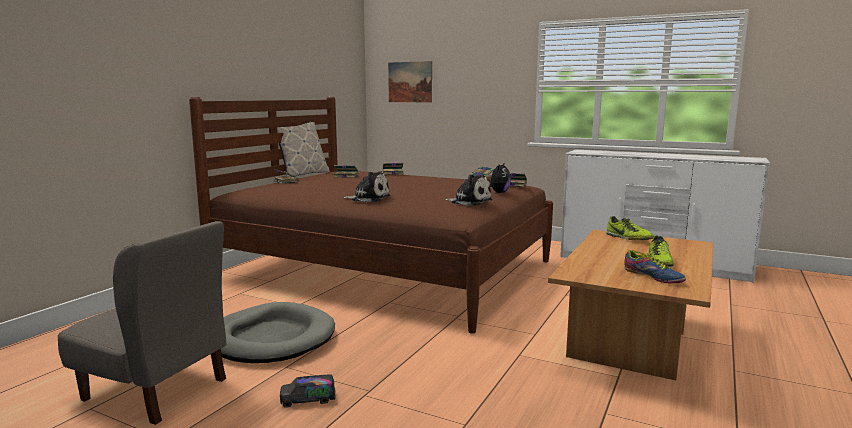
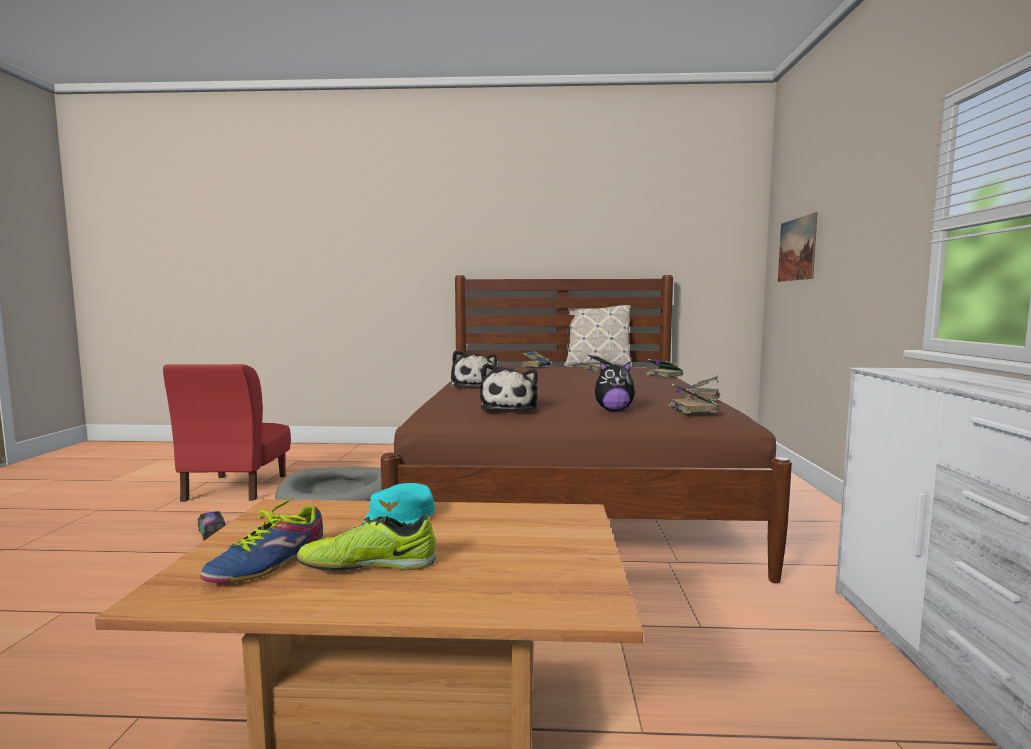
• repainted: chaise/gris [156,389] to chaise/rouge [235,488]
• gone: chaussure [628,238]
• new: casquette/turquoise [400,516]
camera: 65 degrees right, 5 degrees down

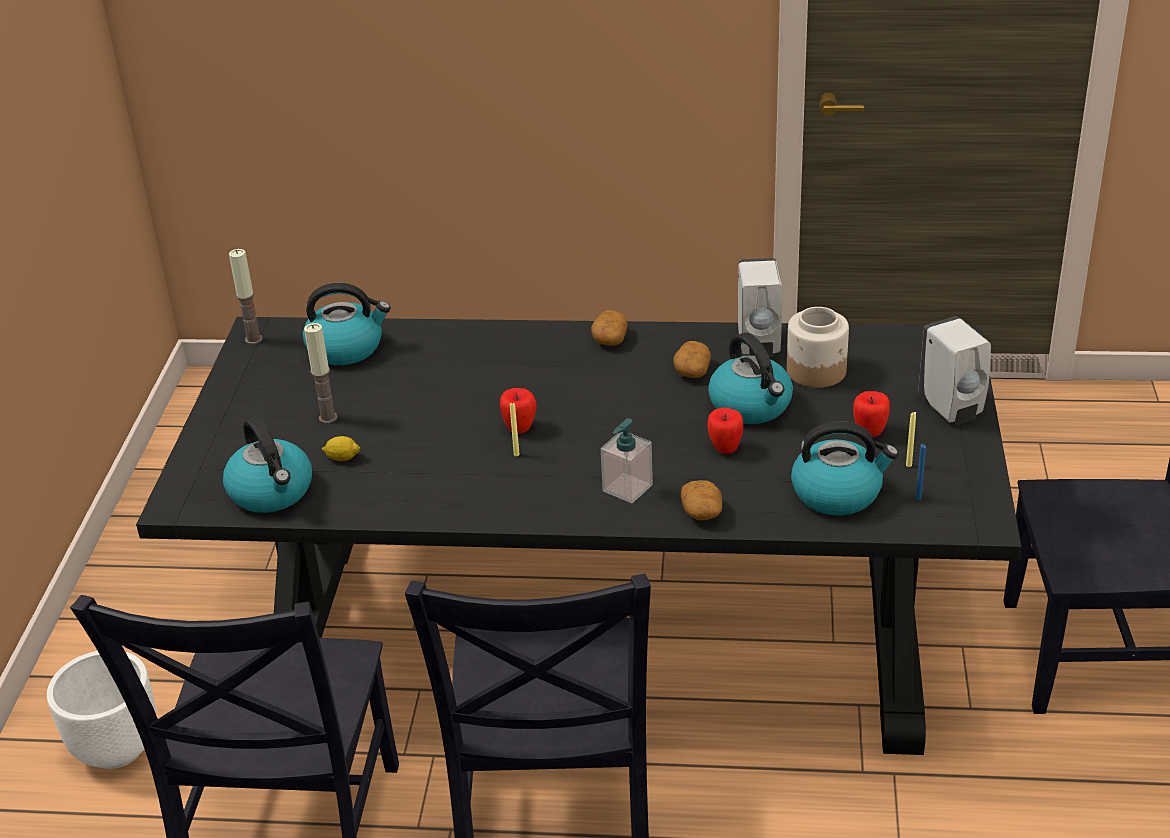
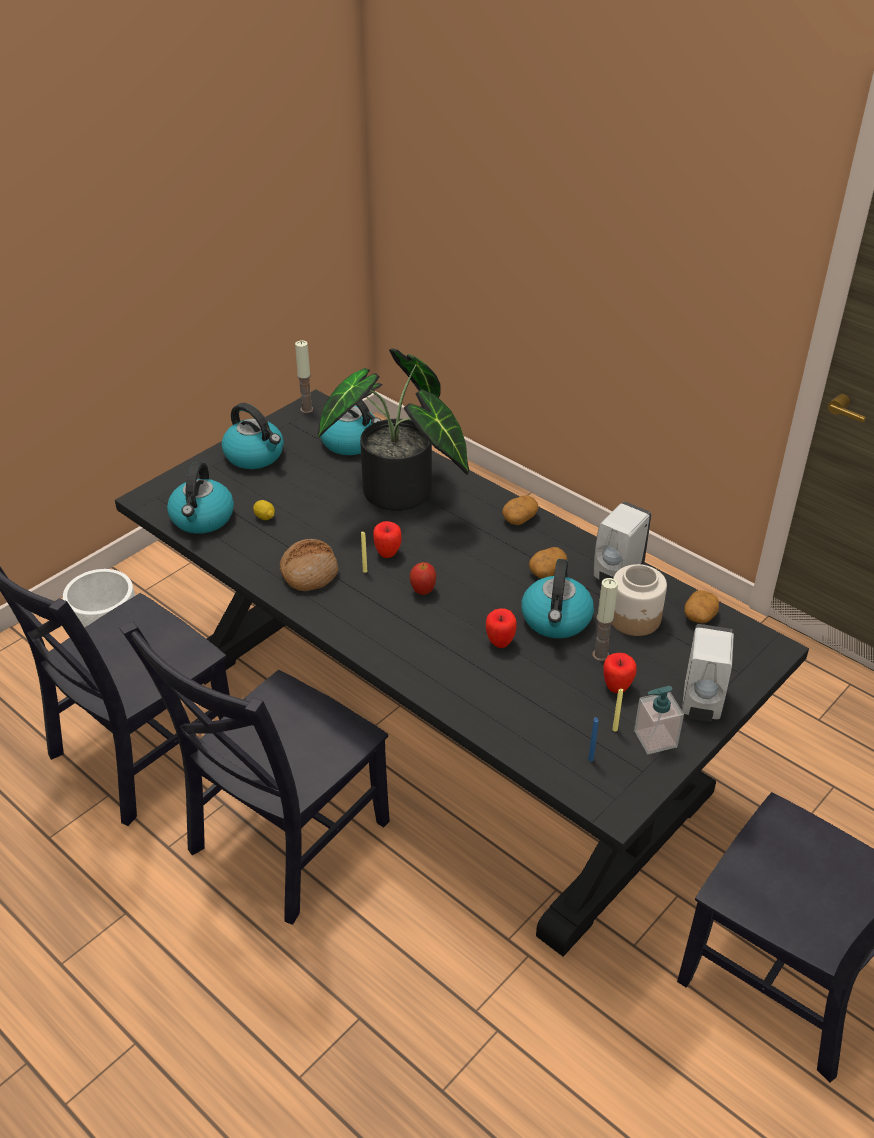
• shifted: bougie [328,418] to [600,655]
• shifted: distributeur de savon [627,488] to [655,739]
• shifted: pomme de terre [702,512] to [700,616]
• shifted: bouilloire [838,493] to [255,455]
• new: pain [309,572]
• new: plante en pot [399,497]
• new: pomme [423,591]
camera: 35 degrees right, 5 degrees up

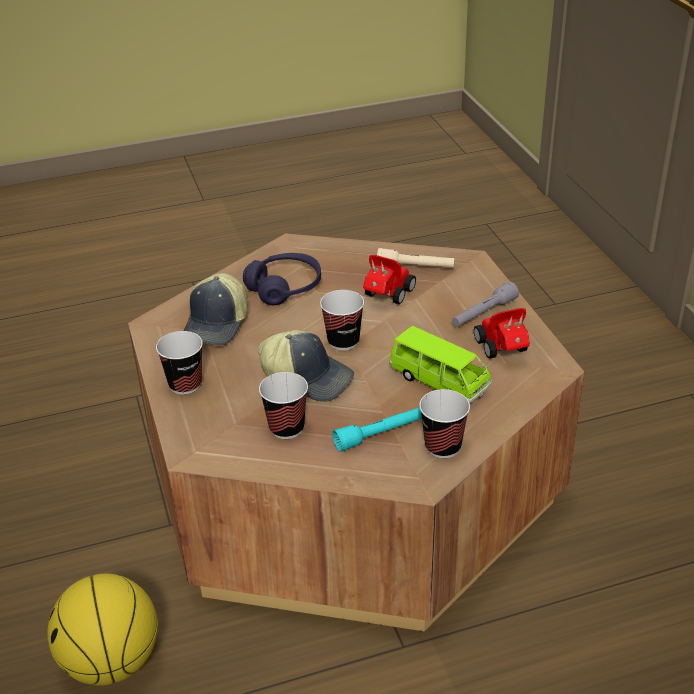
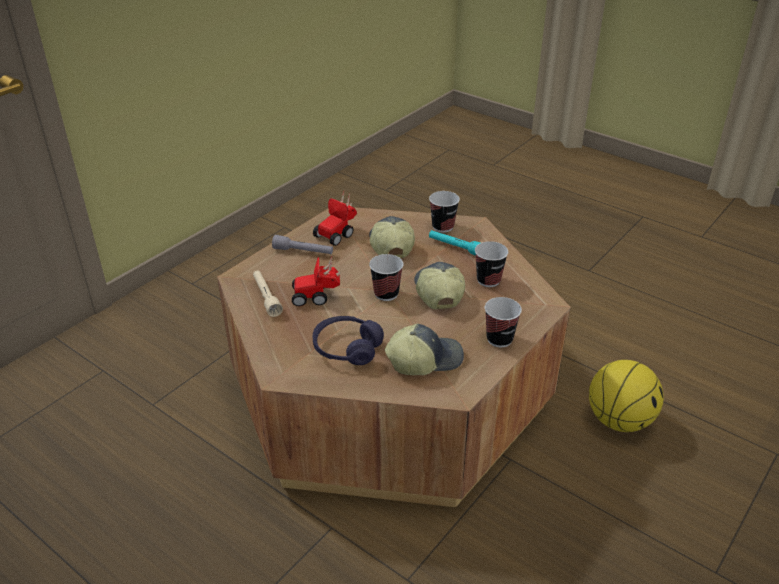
• swapped: petite voiture/vert [439,382] to casquette [390,245]
camera: 125 degrees left, 0 degrees up

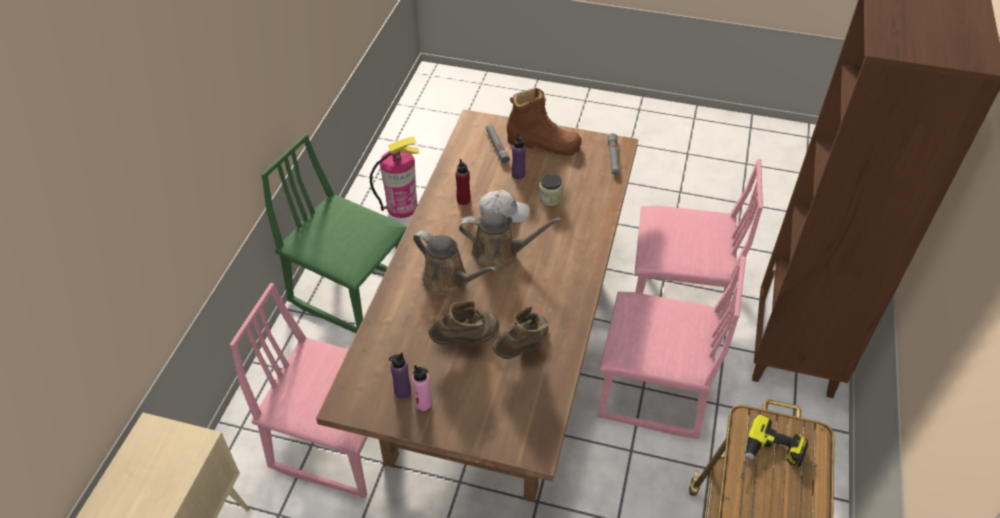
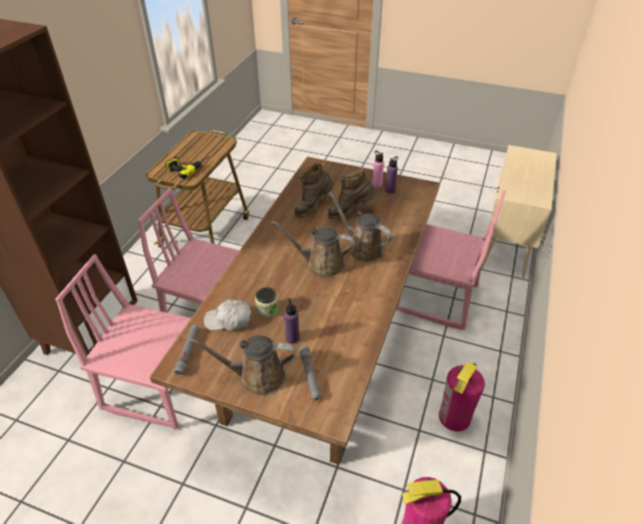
• swapped: chaise/vert [351,290] to extincteur [455,417]
• gone: bouteille/rouge [463,200]
• shifted: casquette/blanc [503,212] to [229,320]
• swapped: botte/marron [543,143] to arrosoir/marron [257,376]
camera: 175 degrees left, 5 degrees down

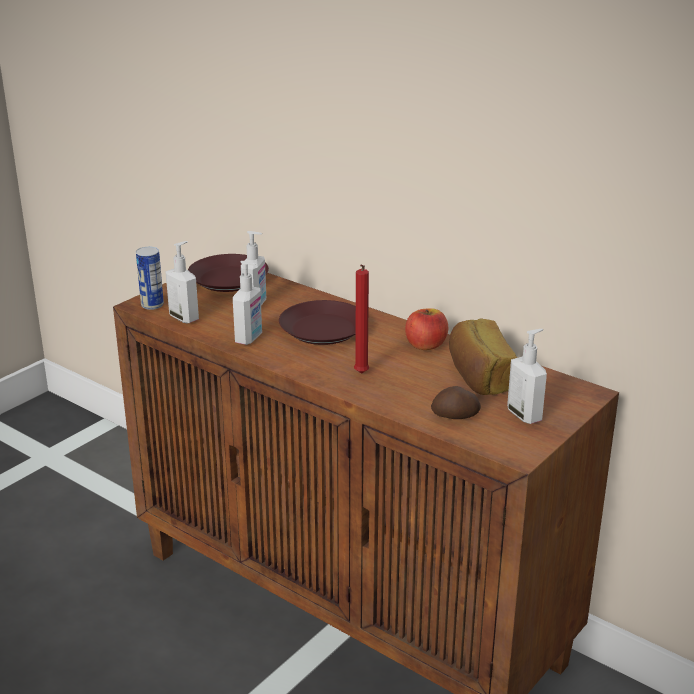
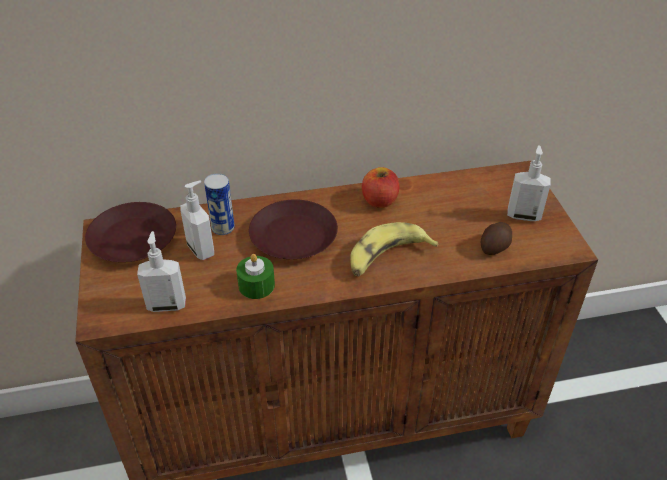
• shifted: boîte métallique [152,305] to [223,228]
• swapped: distributeur de savon [249,338] to bougie/vert [256,285]
• swapped: bougie/rouge [361,374] to banane [387,257]
• gone: pain [478,377]
camera: 50 degrees left, 15 degrees up

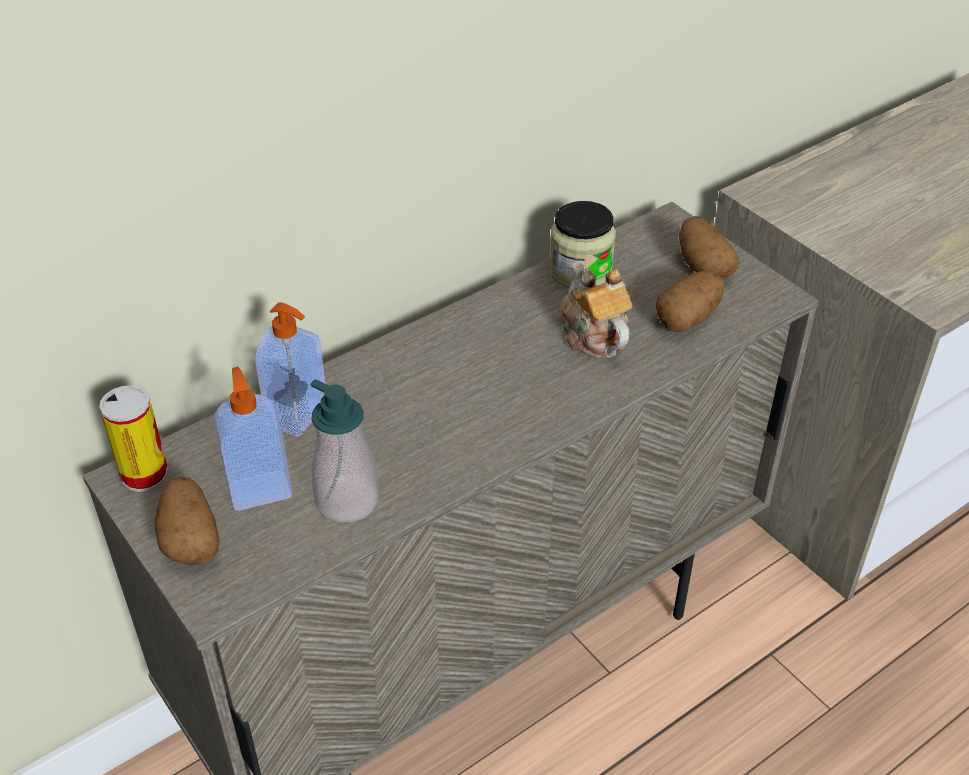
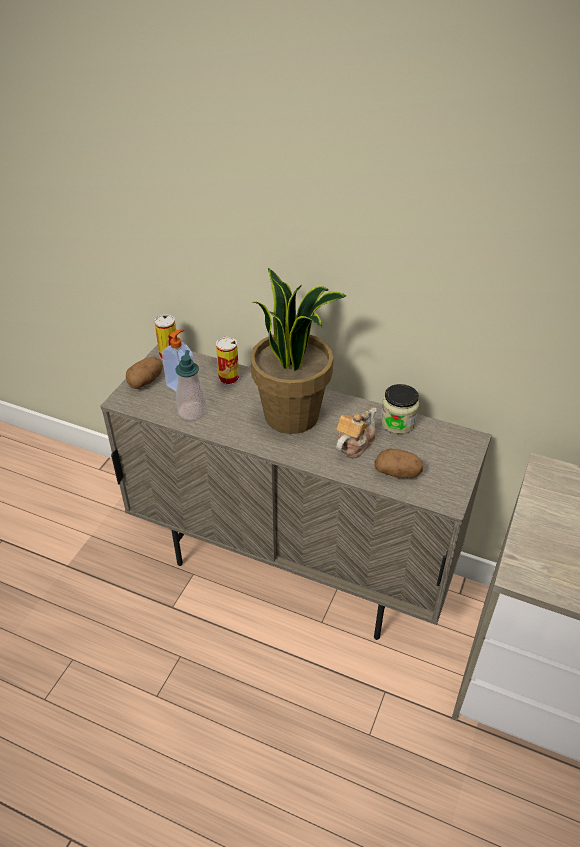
• swapped: distributeur de savon [299,416] to boîte métallique [229,378]
• gone: pomme de terre [702,266]
• new: plante en pot [293,415]
camera: 60 degrees right, 0 degrees up

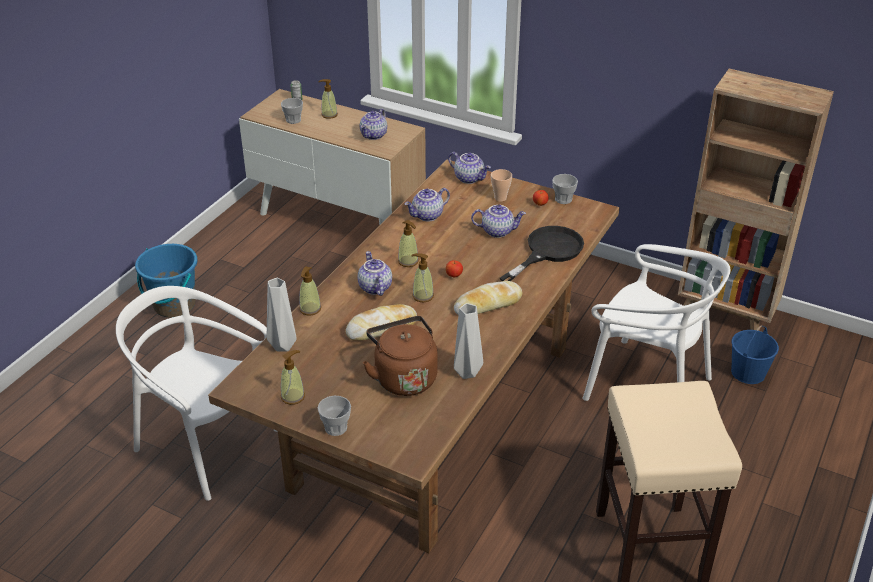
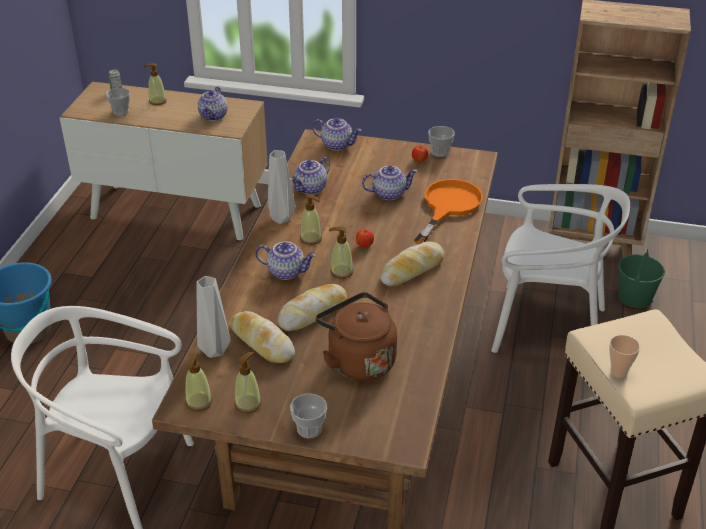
• shifted: distributeur de savon [310,309] to [199,402]
• rotated: théière [374,287] = [286,271] 135 degrees clockwise
• shifted: vase/gris [465,372] to [280,218]
• shifted: tasse [500,198] to [618,372]
• repainted: poêle/noir [548,251] to poêle/orange [448,206]
• repainted: seau/bleu [748,373] to seau/vert [635,297]
• new: pain [262,342]
camera: 15 degrees left, 0 degrees up

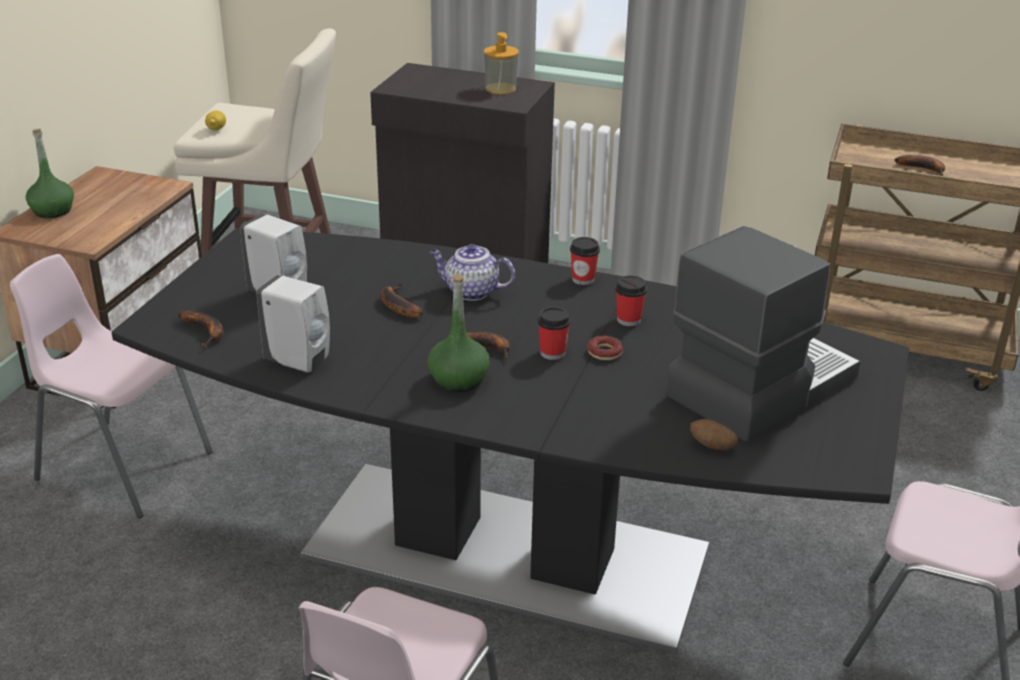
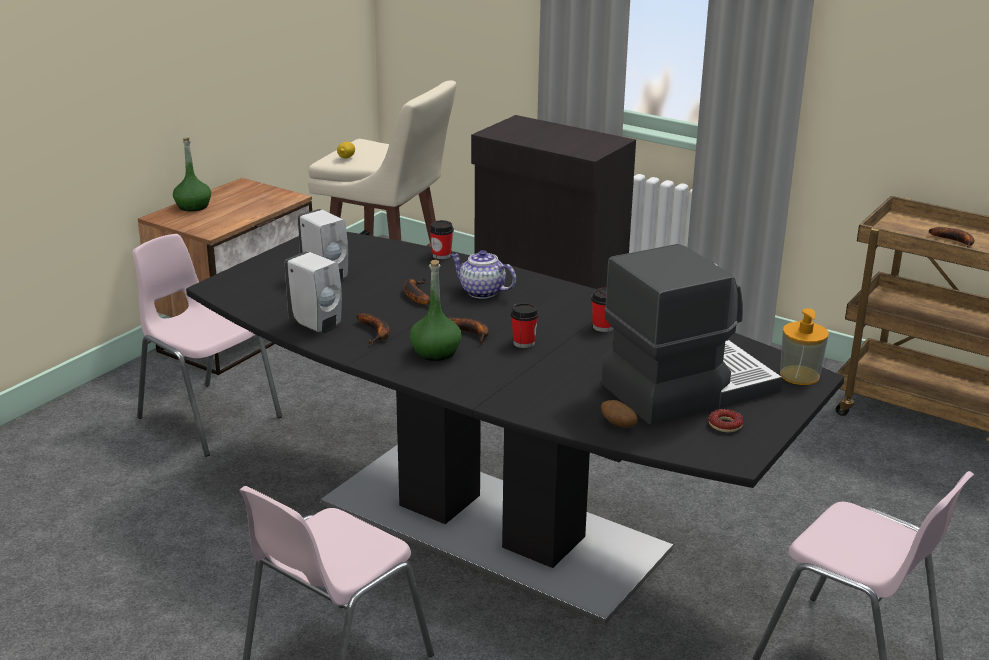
• shifted: banane [206,332] to [376,333]
• shifted: distributeur de savon [500,88] to [799,375]
• shifted: tasse [583,279] to [441,255]
• shifted: beignet [604,352] to [725,425]
camera: 15 degrees right, 5 degrees down

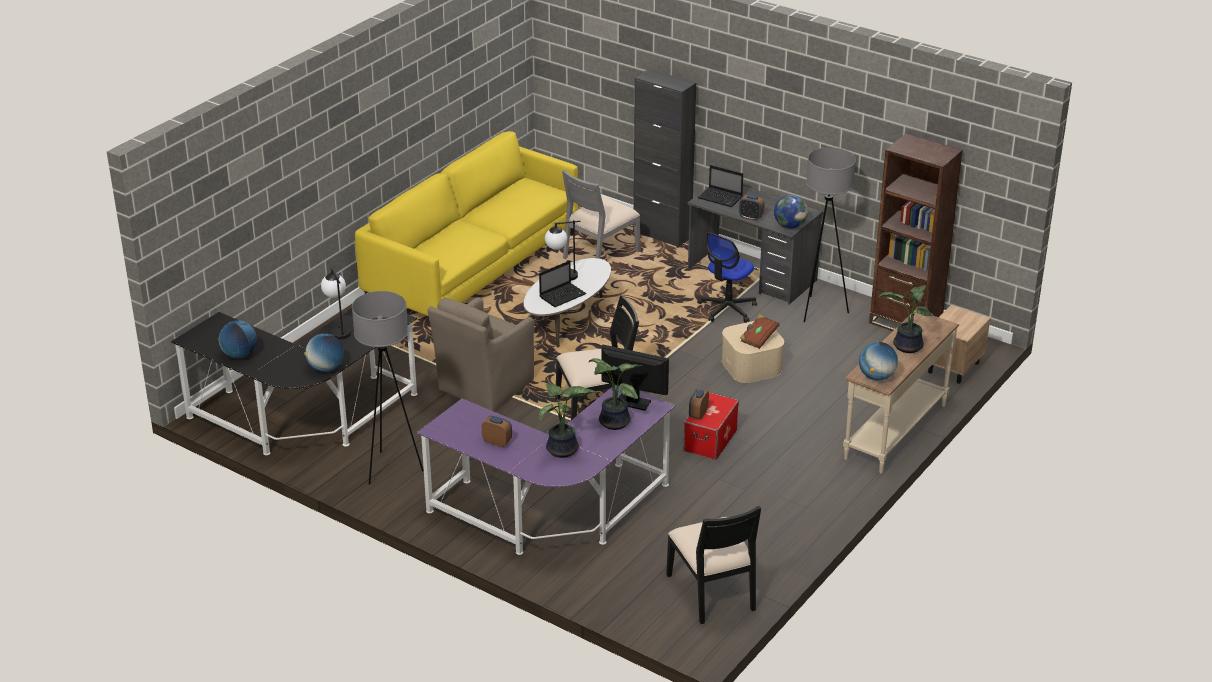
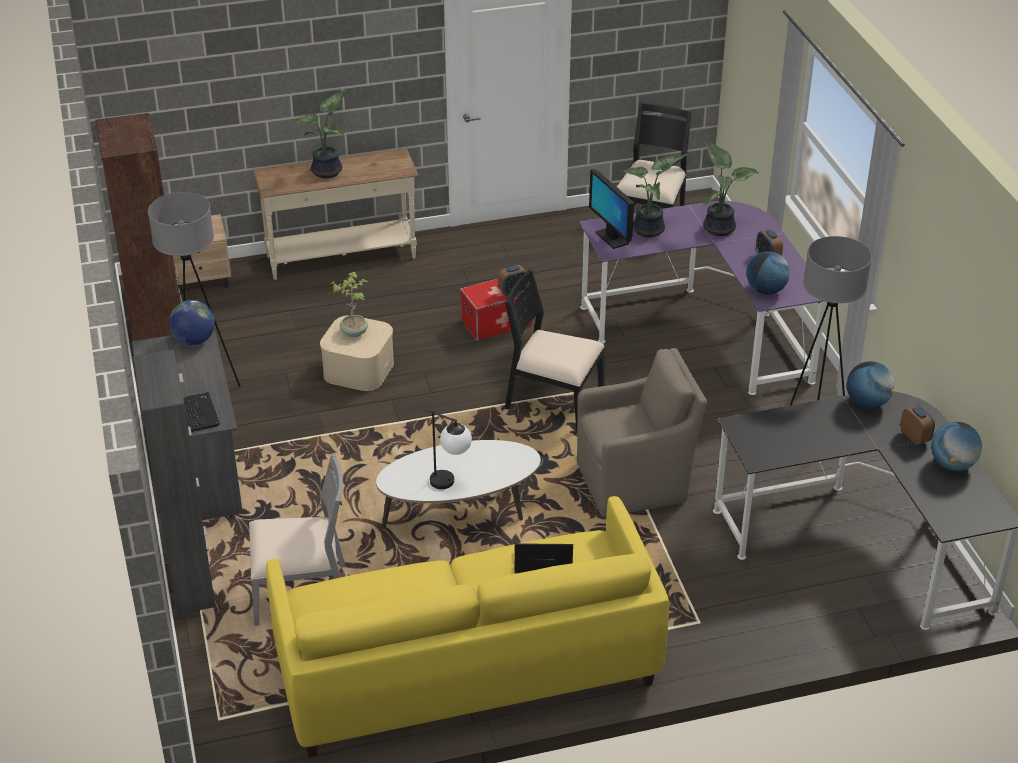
• gone: lampe de table [338,330]
• shifted: ordinateur portable [563,295] to [541,562]
• gone: chaise de bureau [727,309]
• shifted: réveil [751,217] to [915,437]
• swapped: livre/marron [758,338] to plante en pot [354,332]
• shifted: globe [876,377] to [766,290]
camera: 140 degrees left, 5 degrees up

